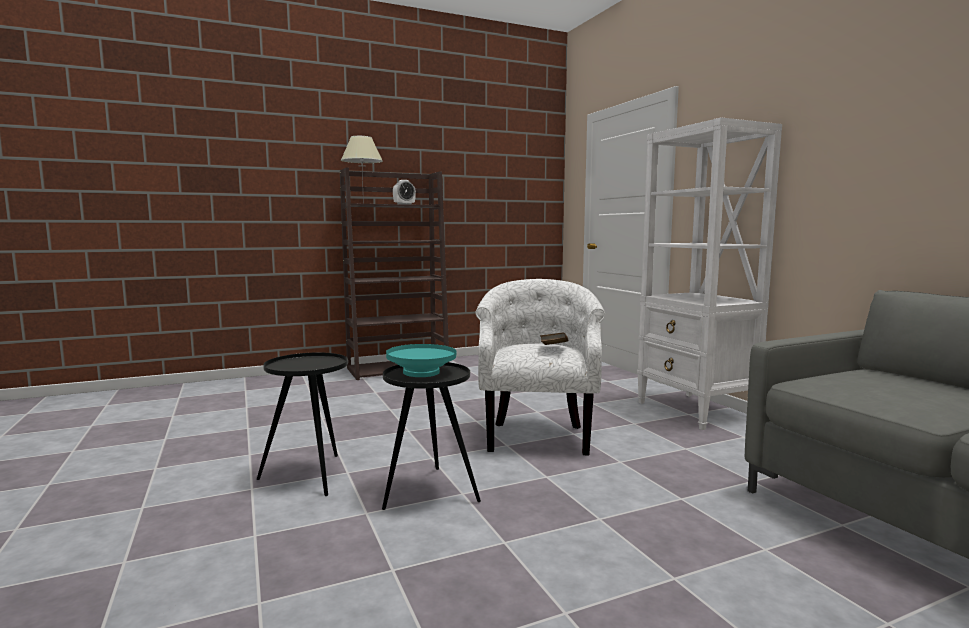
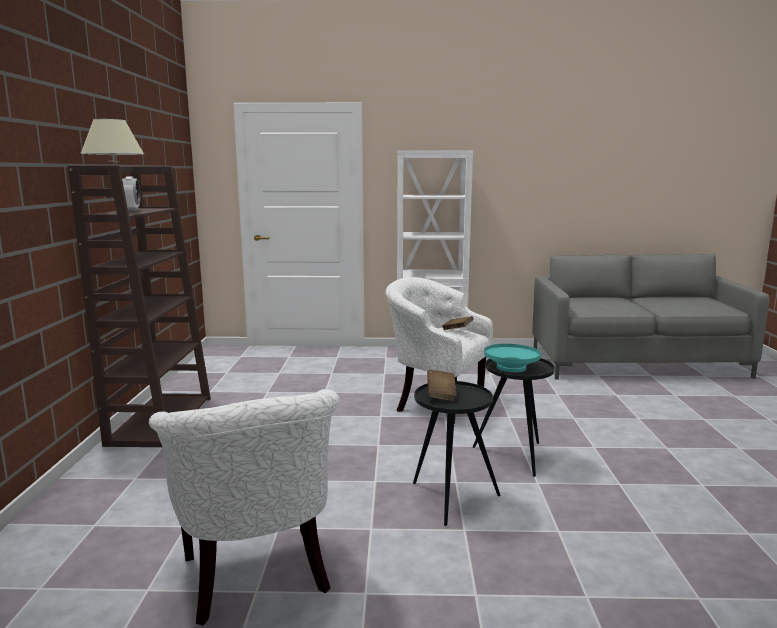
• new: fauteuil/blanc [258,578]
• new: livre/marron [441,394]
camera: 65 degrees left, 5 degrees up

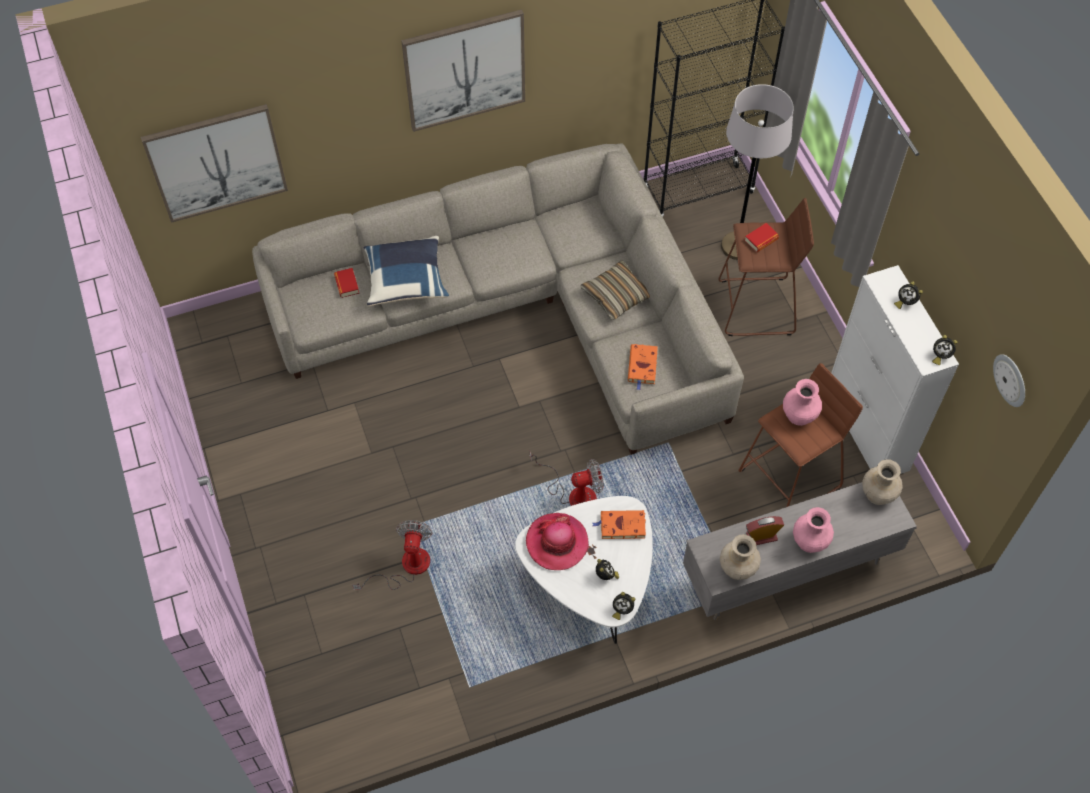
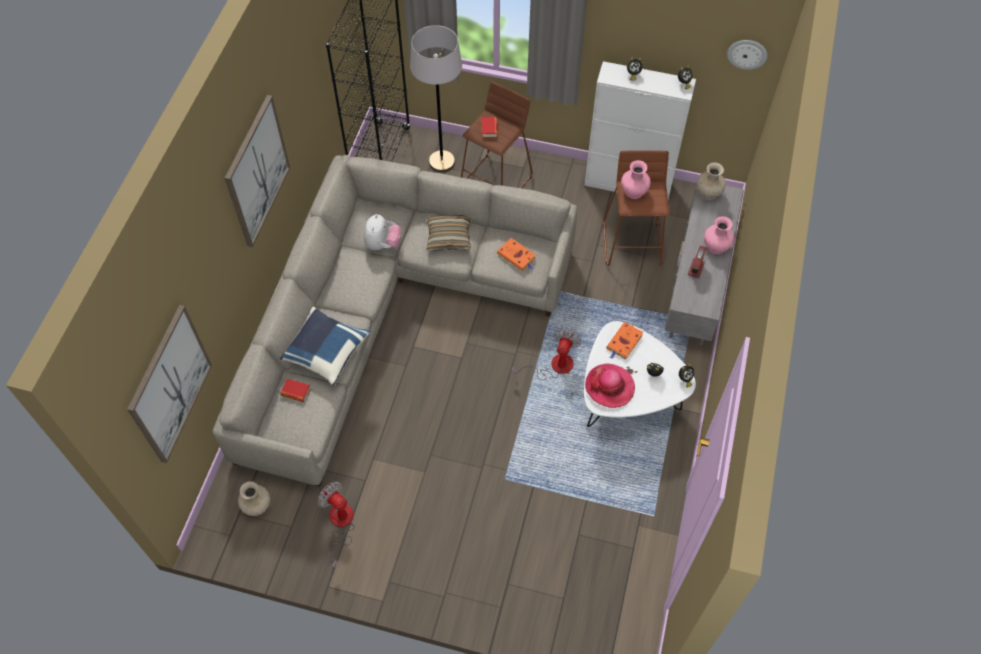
• shifted: ventilateur [406,567] to [340,524]
• shifted: vase/beige [737,568] to [257,506]
• new: peluche [383,244]
camera: 55 degrees left, 0 degrees up

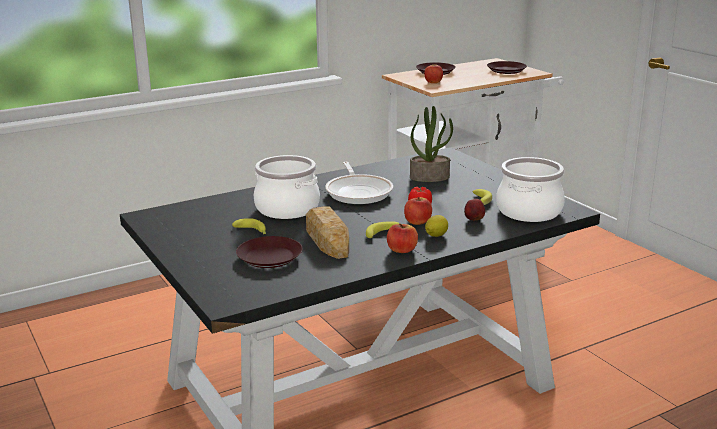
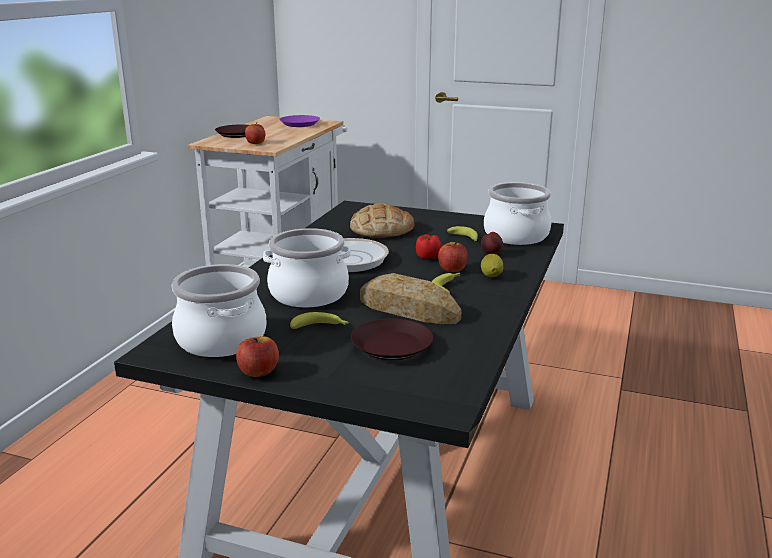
• shifted: pomme [402,250] to [258,372]
• swapped: plante en pot [430,177] to pain [381,229]
• repainted: assiette/marron [506,70] to assiette/violet [300,124]
• new: marmite [222,339]
camera: 40 degrees left, 0 degrees up

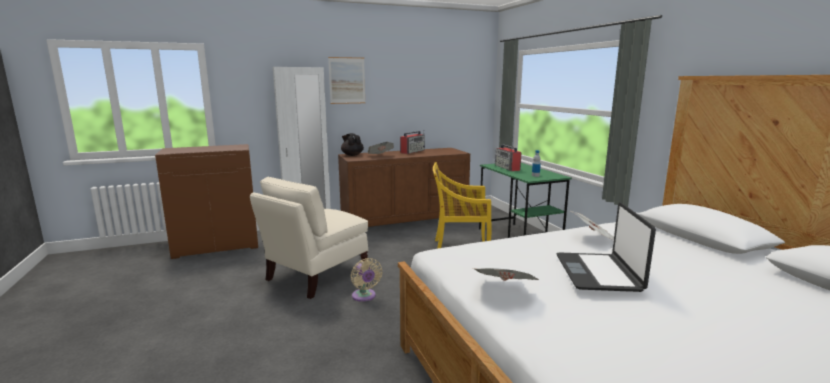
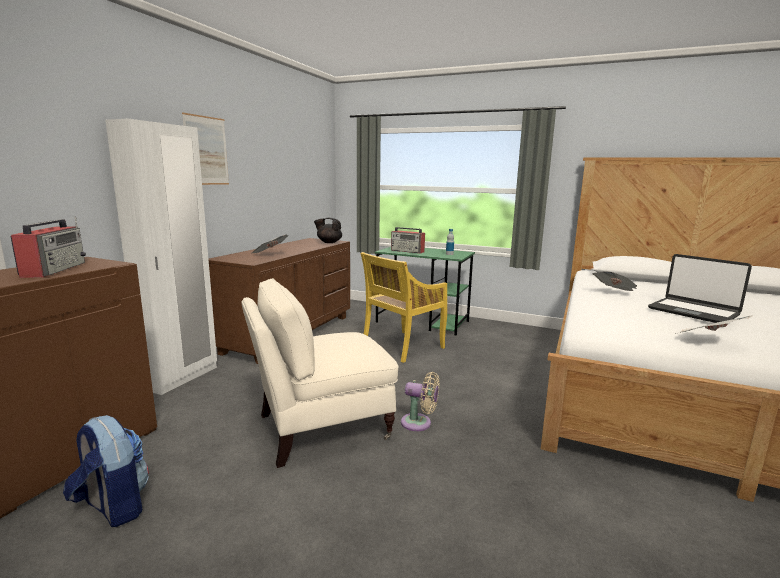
• rotated: fauteuil/beige [315,275] = [320,427] 75 degrees clockwise
• shifted: théière/noir [352,155] to [329,242]
• shifted: radio [413,151] to [55,269]
• new: sac à dos [113,507]
camera: 45 degrees left, 0 degrees up

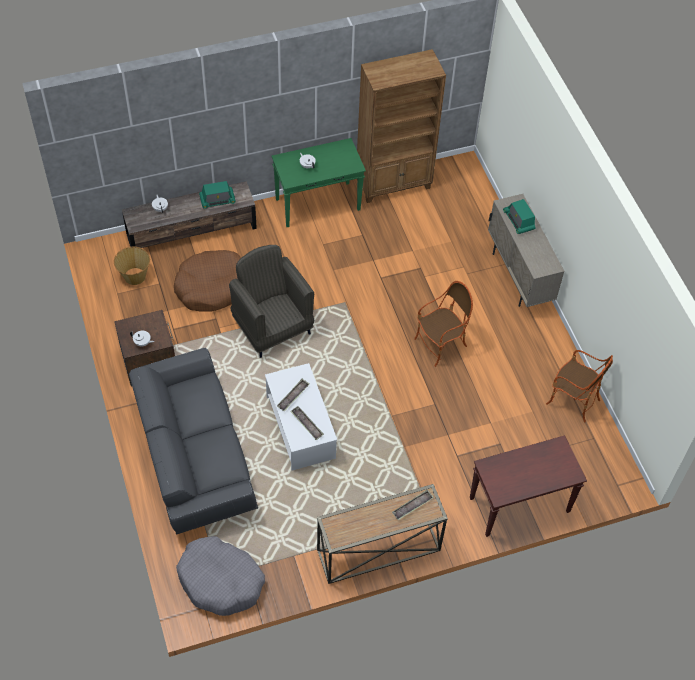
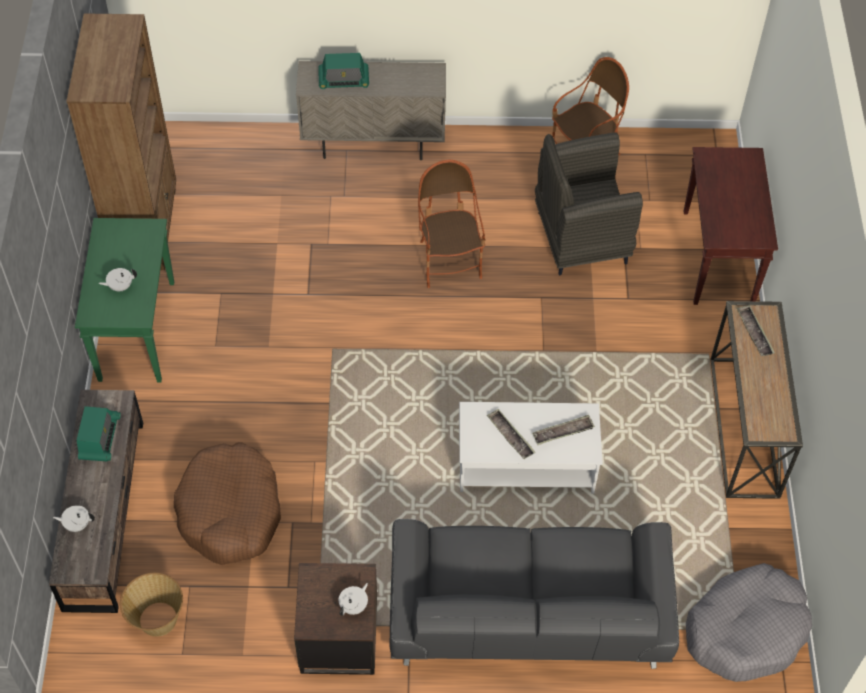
• shifted: fauteuil/gris [272,327] to [580,238]
camera: 70 degrees left, 0 degrees up

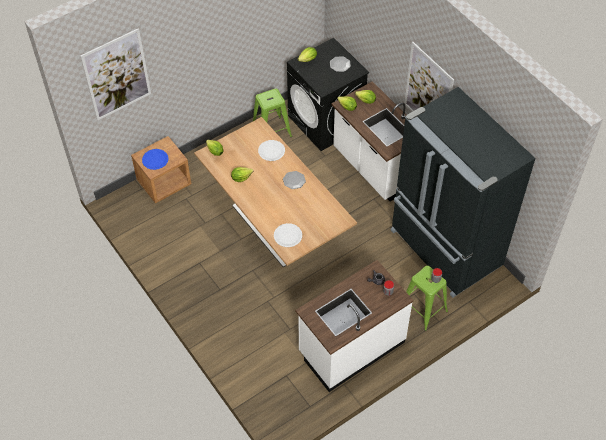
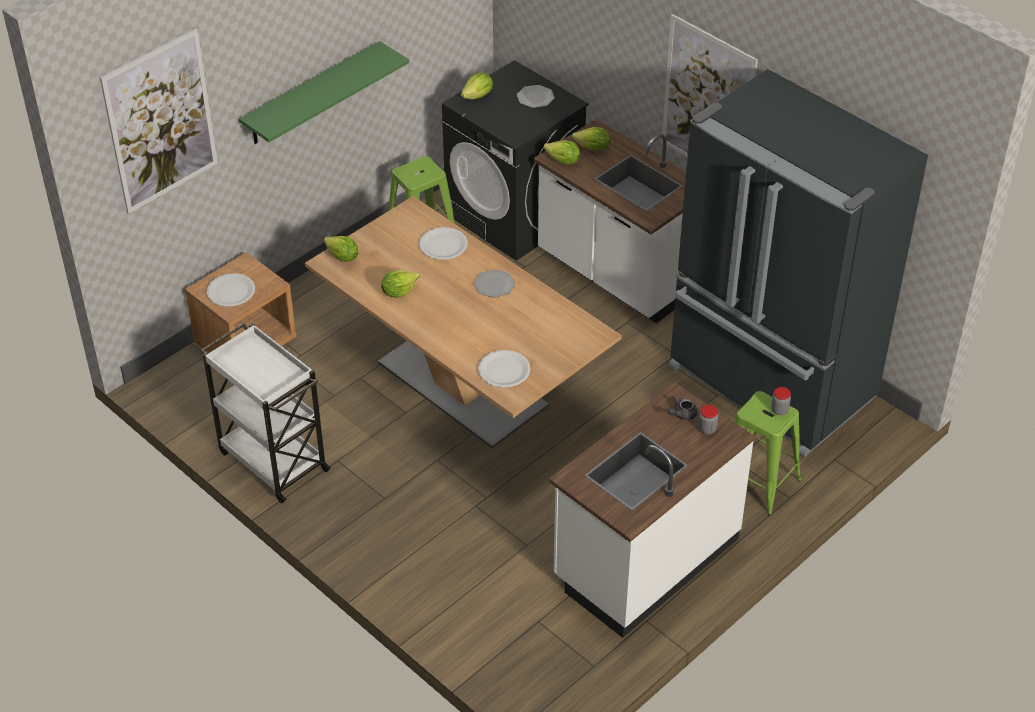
• repainted: assiette/bleu [155,160] to assiette/blanc [231,291]
• new: chariot/blanc [272,460]
• new: étagère/vert [312,94]
camera: 10 degrees left, 10 degrees down

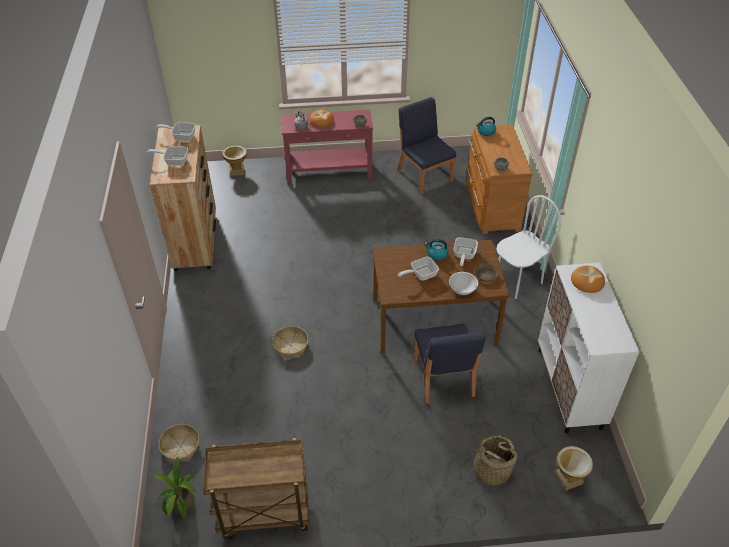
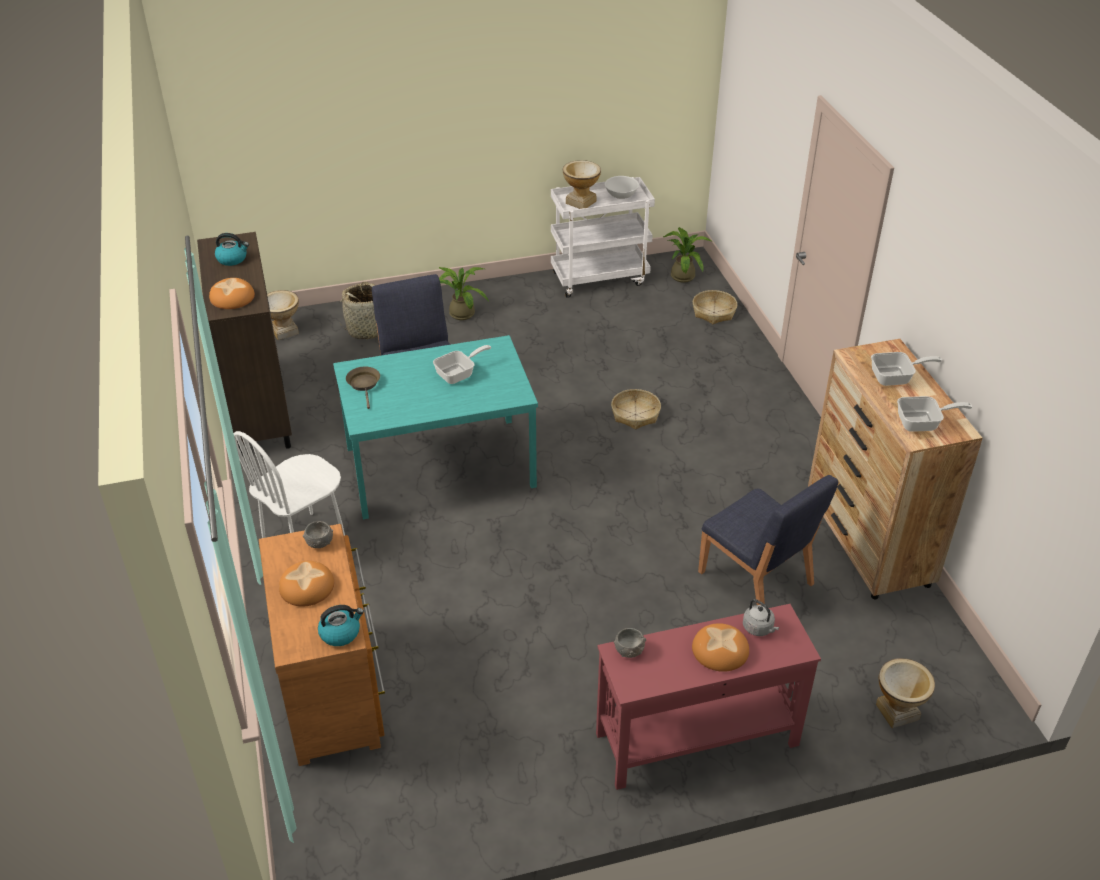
• repainted: chariot/marron [263,514] to chariot/blanc [600,278]
• repainted: table à manger/marron [433,321] to table à manger/turquoise [441,466]
• shifted: chaise/bleu [424,174] to [756,579]
• shifted: bouilloire [436,254] to [232,259]
• shifted: bol/blanc [462,289] to [621,195]
• gone: poêle [463,256]
• repainted: meuble de rangement/blanc [569,388] to meuble de rangement/marron [259,409]
• new: pain [307,587]
• new: plante en pot [460,312]
• new: vase [581,202]
camera: 170 degrees right, 5 degrees down

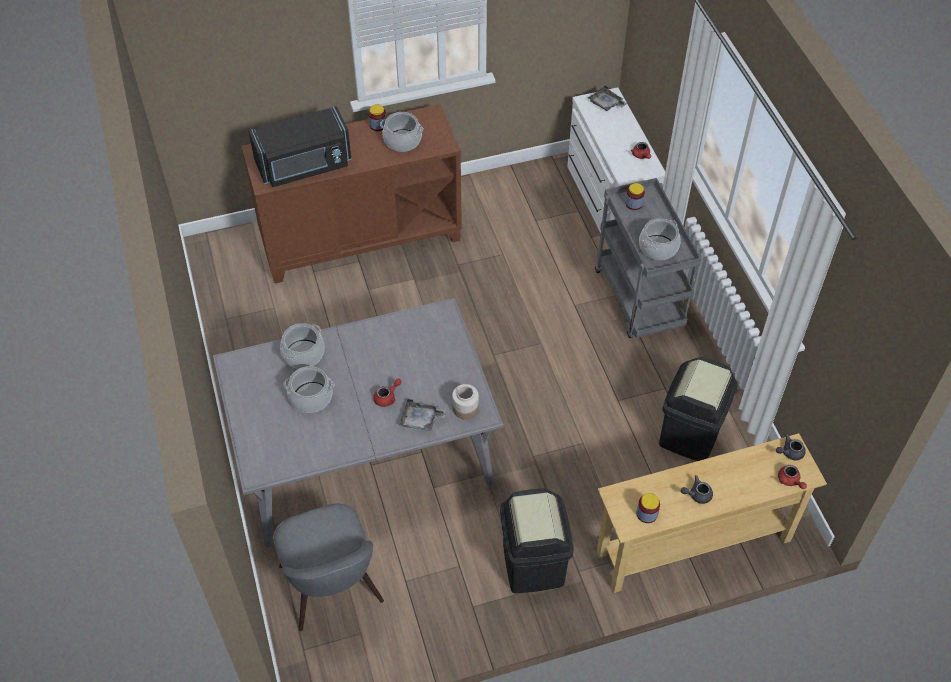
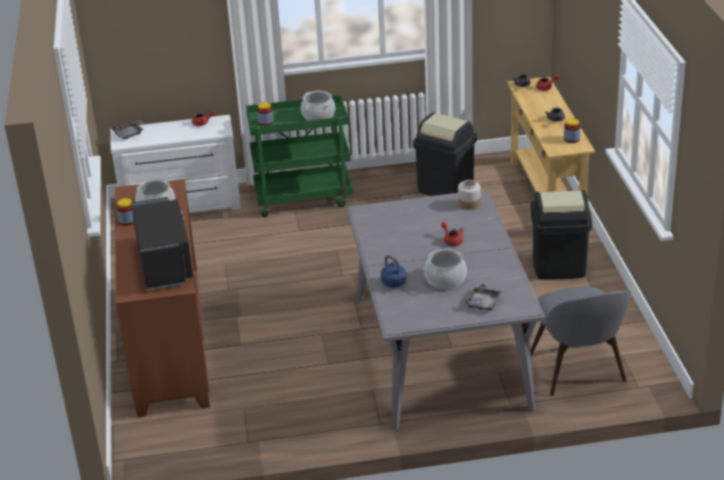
• rotated: chaise/gris [332,588] = [578,370] 90 degrees clockwise
• swapped: marmite [303,354] to bouilloire/bleu [395,283]
• shifted: plateau/gris [421,420] to [484,302]
• repainted: chariot/gris [640,300] to chariot/vert [304,199]
camera: 80 degrees left, 20 degrees down

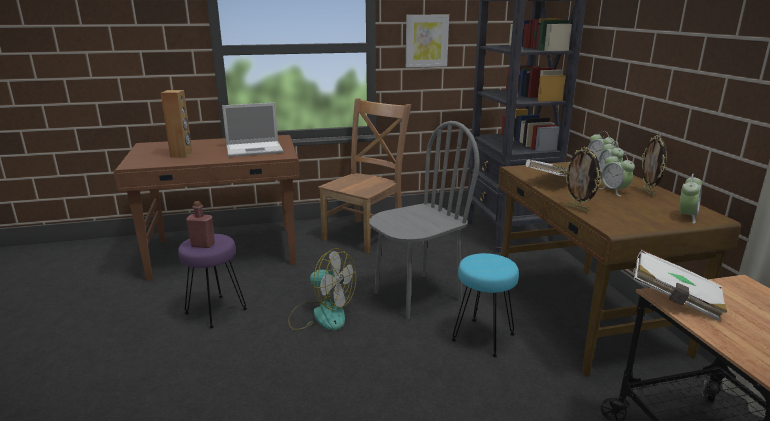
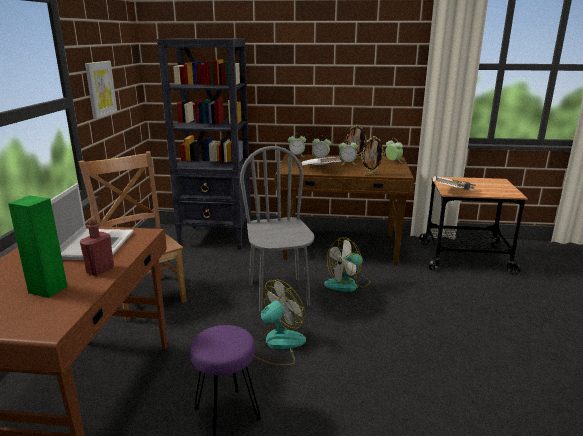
• repainted: enceinte/marron [181,155] to enceinte/vert [48,289]
• shifted: bouteille/rouge [203,245] to [100,270]
• swapped: tabouret/turquoise [482,338] to ventilateur [348,283]
camera: 70 degrees left, 0 degrees up

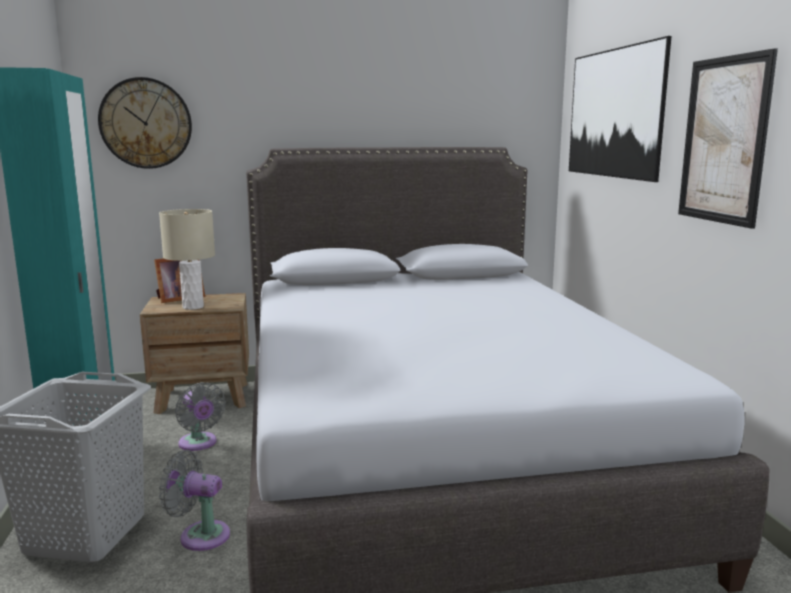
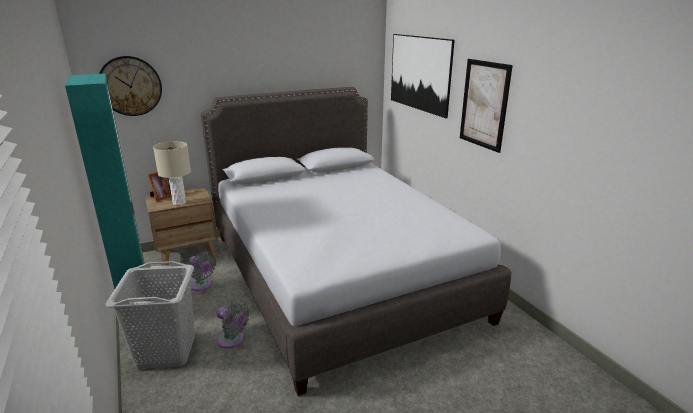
• rotated: ventilateur/gris [200,535] = [232,340] 150 degrees counterclockwise
camera: 15 degrees left, 10 degrees up

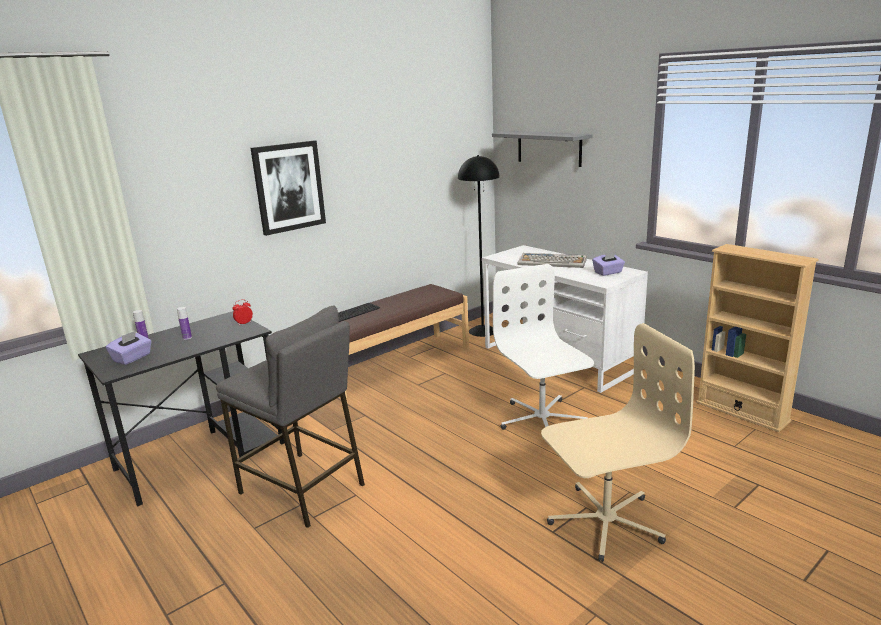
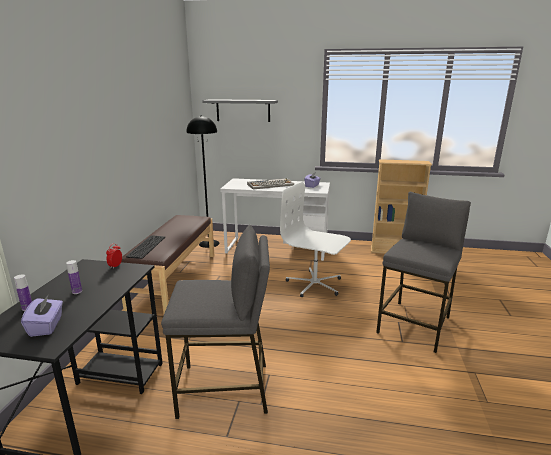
• gone: tableau [289,187]
• swapped: chaise de bureau/beige [605,521] to tabouret/gris [415,325]
camera: 40 degrees left, 0 degrees up

